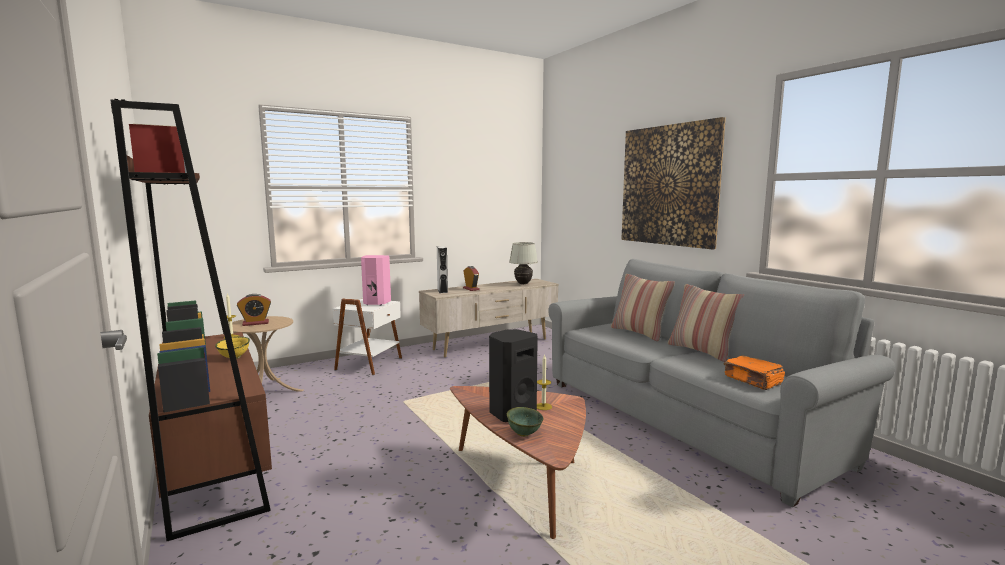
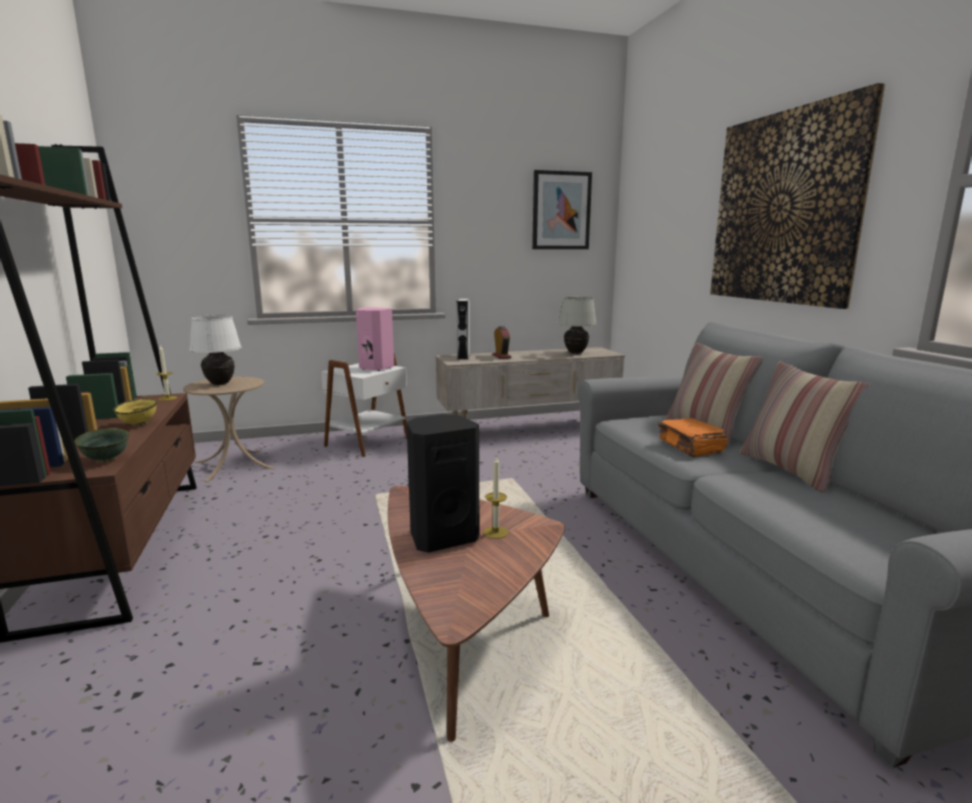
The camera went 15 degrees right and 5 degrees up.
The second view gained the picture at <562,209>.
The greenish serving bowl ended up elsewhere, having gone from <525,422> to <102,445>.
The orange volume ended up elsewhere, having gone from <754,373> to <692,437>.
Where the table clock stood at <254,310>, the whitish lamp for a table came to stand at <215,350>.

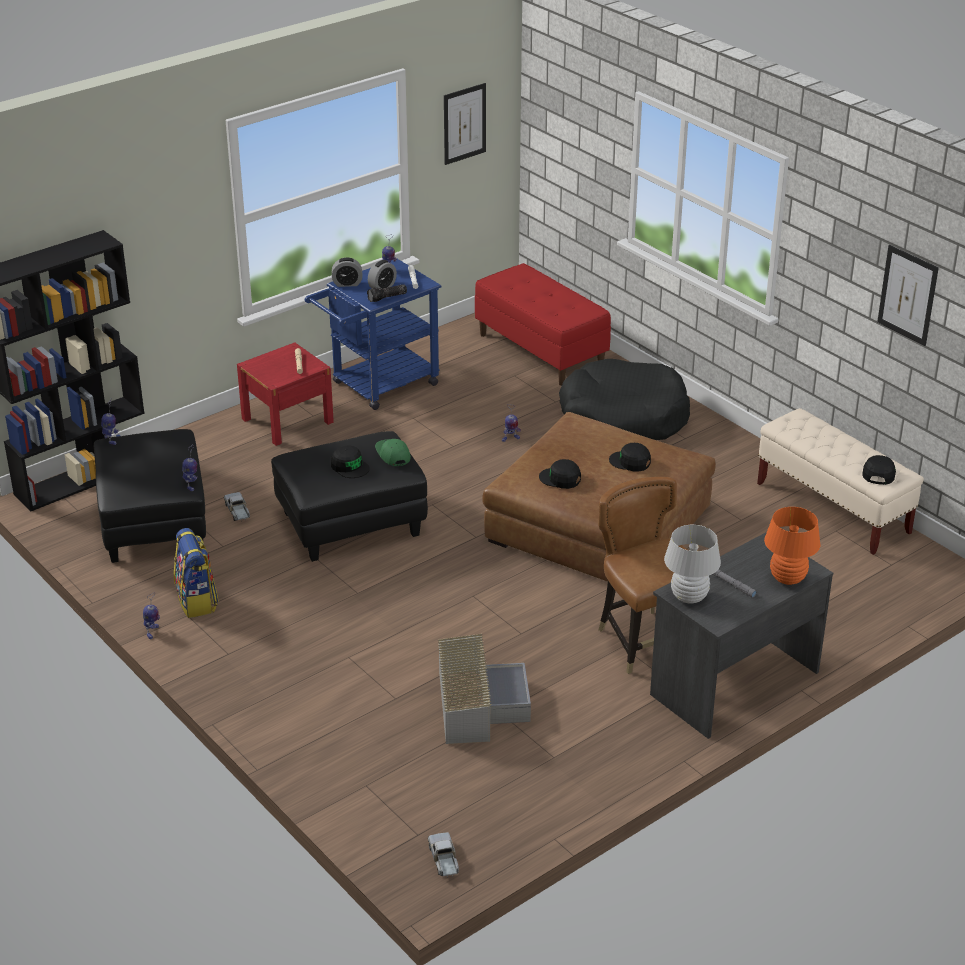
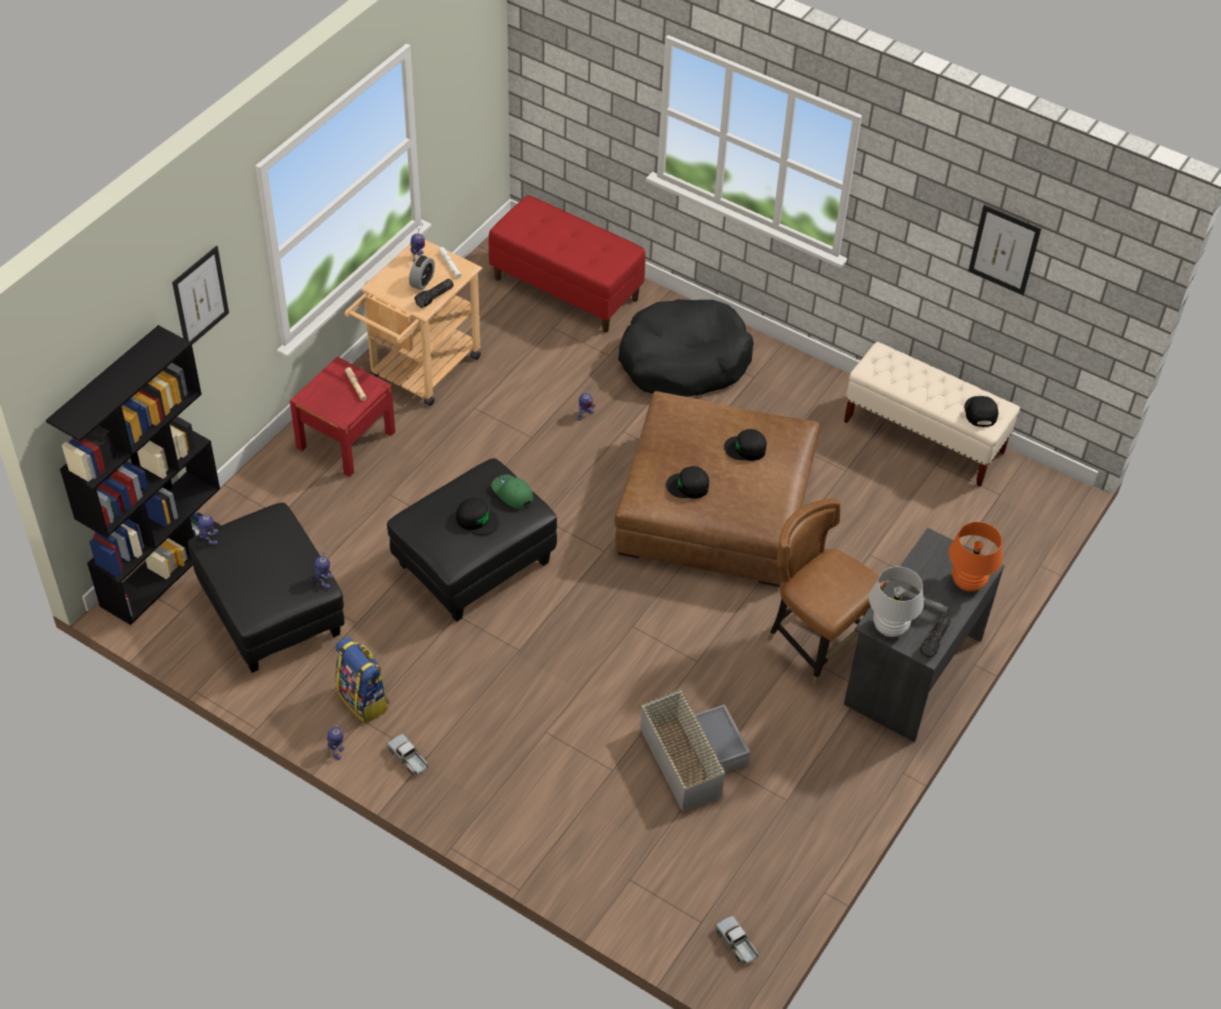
The camera went 20 degrees left and 15 degrees up.
The second view lost the table clock at <347,272>.
The second view gained the torch at <935,636>.
The toy truck ended up elsewhere, having gone from <237,506> to <407,754>.
The picture ended up elsewhere, having gone from <465,124> to <200,295>.
What was the blue-coloured trolley at <373,334> turned into the beige trolley at <413,323>.

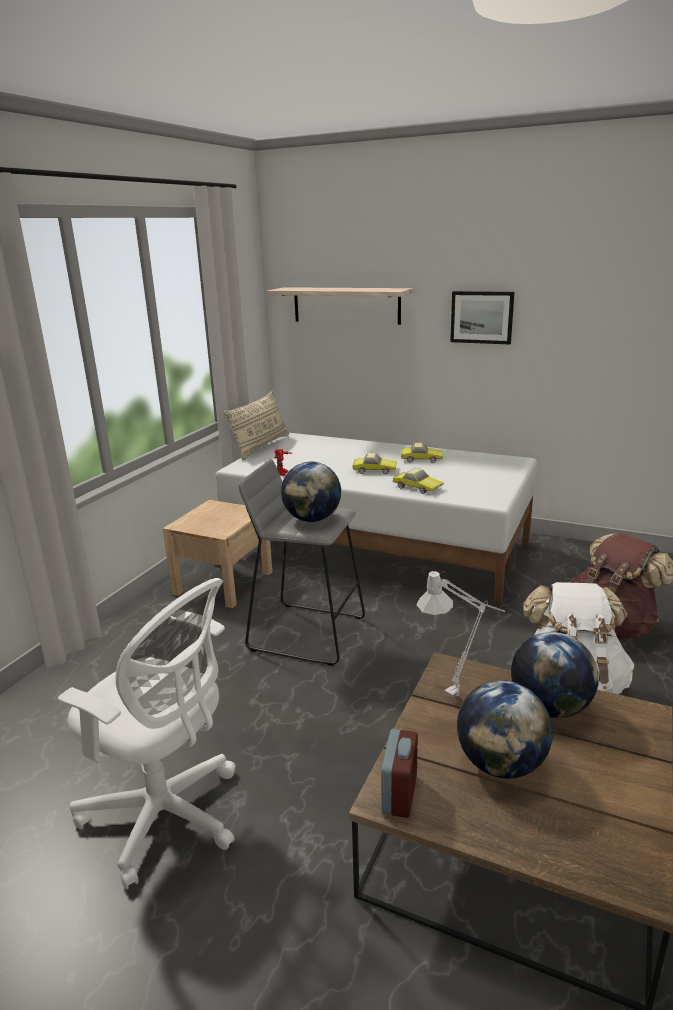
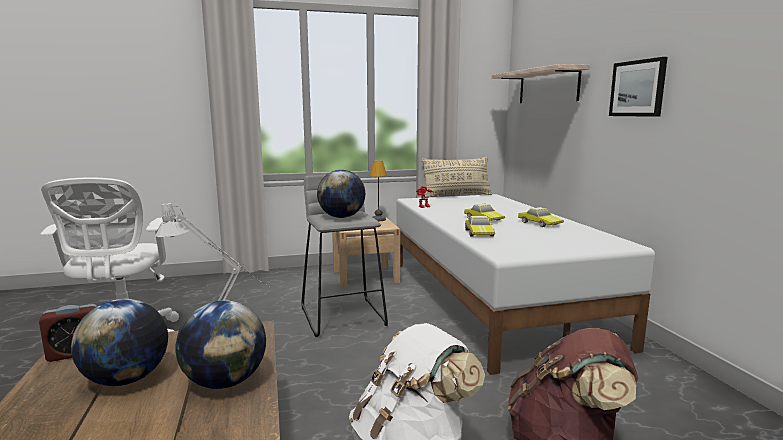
The camera went 50 degrees right and 10 degrees down.
The second view gained the lamp for a table at <378,190>.

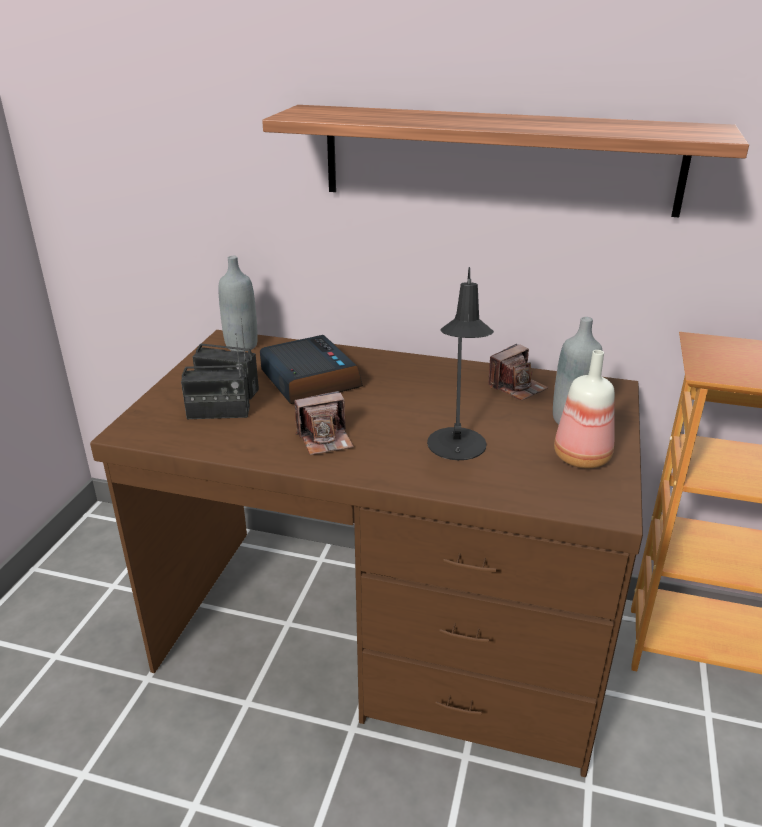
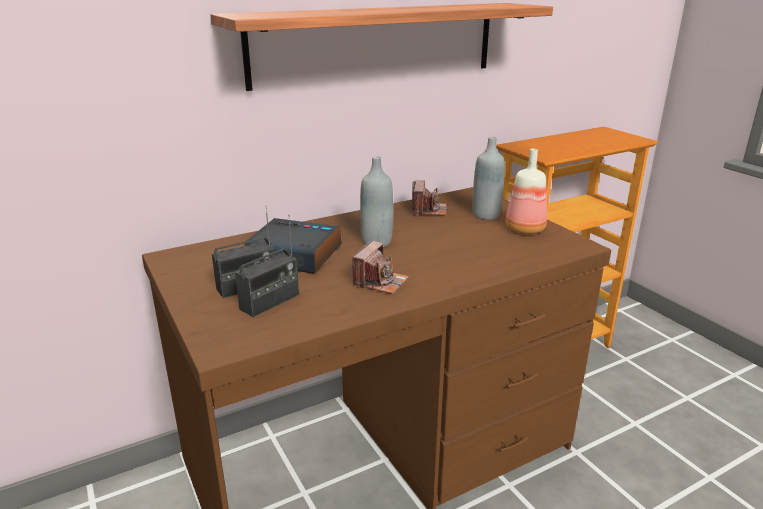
The camera went 45 degrees left and 5 degrees down.
The second view lost the blackish lamp for a table at <460,363>.
The greyish beverage bottle ended up elsewhere, having gone from <238,304> to <376,201>.

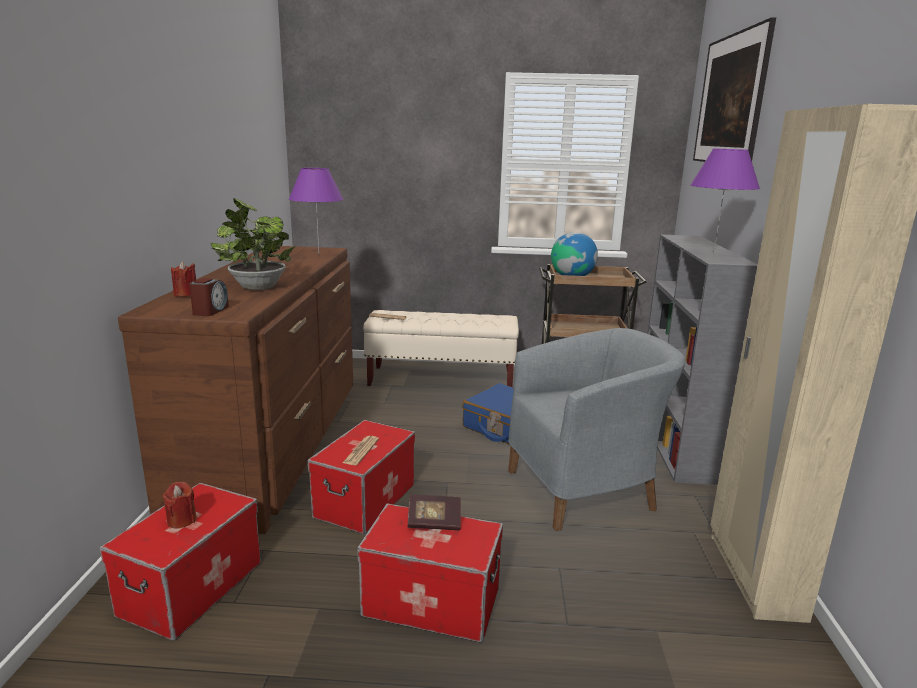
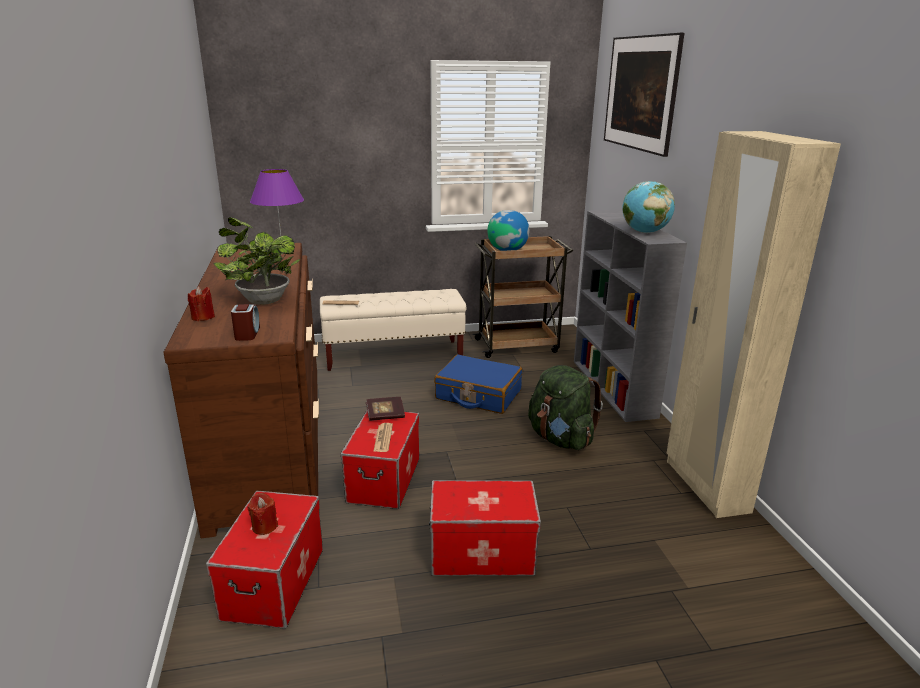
The camera went 15 degrees left and 5 degrees up.
The volume ended up elsewhere, having gone from <434,512> to <385,409>.
Where the greyish armchair stood at <596,429>, the greenish knapsack came to stand at <565,407>.
Where the purple-coloured lamp for a table stood at <725,202>, the desk globe came to stand at <648,207>.

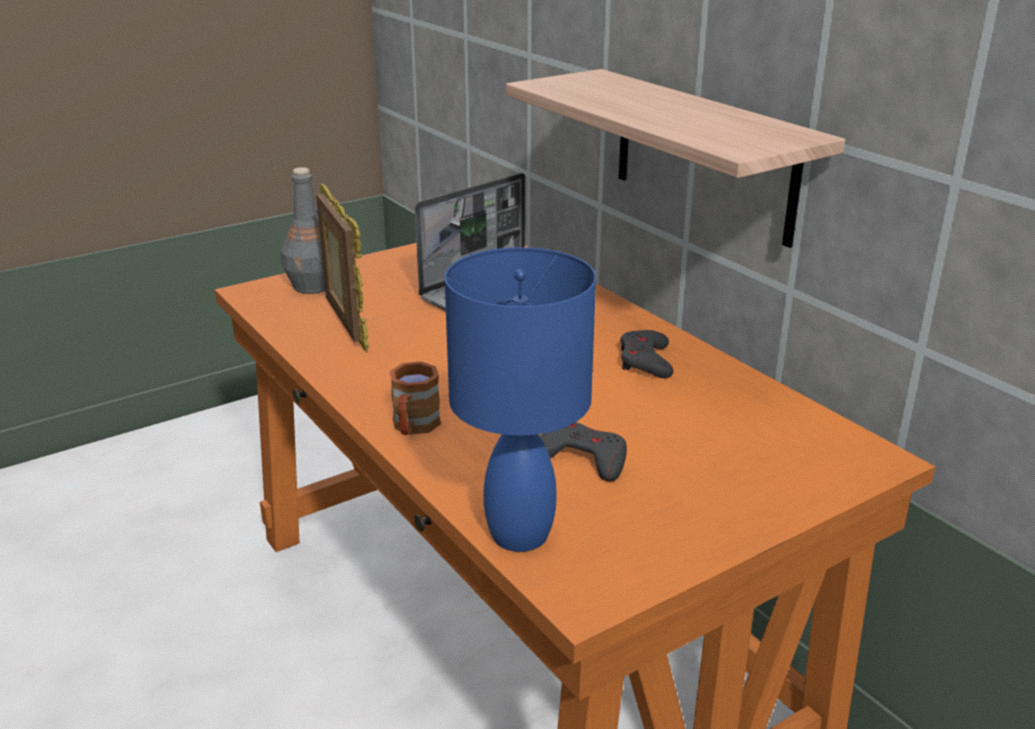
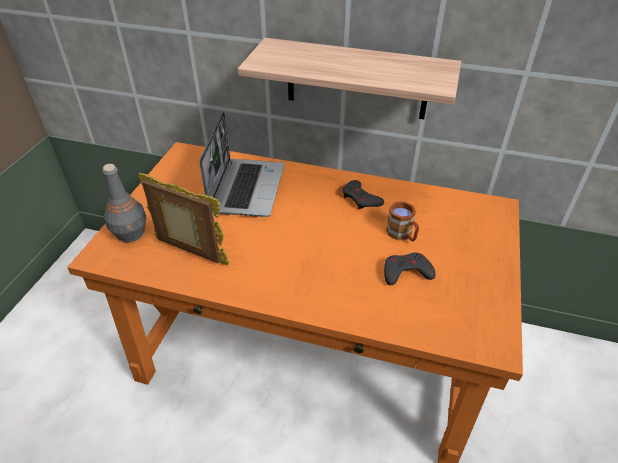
The camera went 40 degrees left and 15 degrees up.
The second view lost the blue-coloured lamp for a table at <520,399>.
The brownish coffee mug ended up elsewhere, having gone from <415,398> to <402,221>.

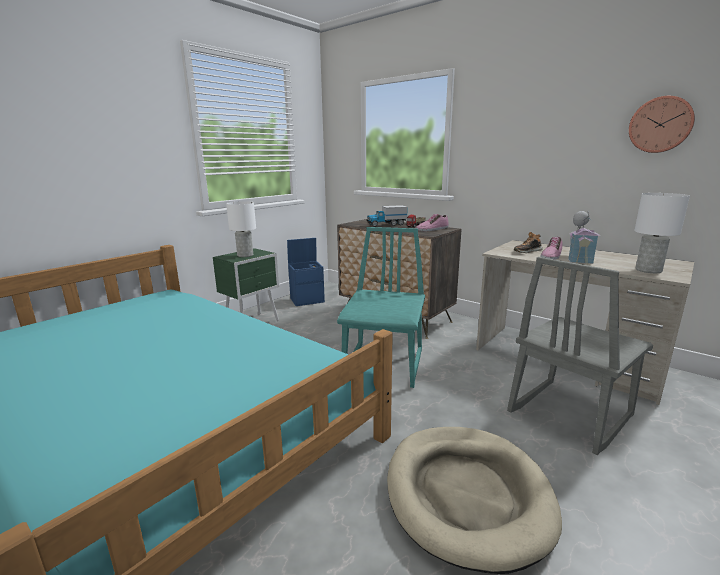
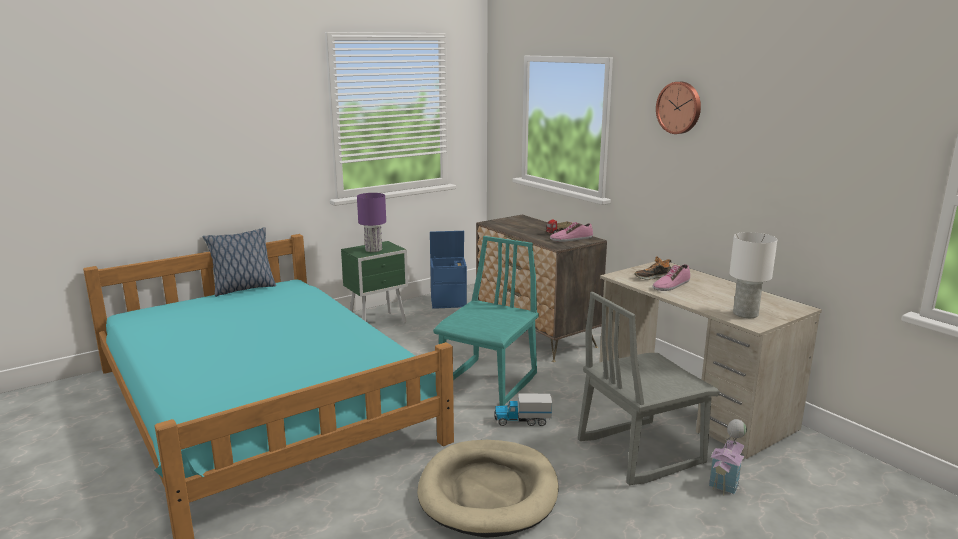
The camera went 15 degrees right and 0 degrees up.
The second view gained the pillow at <239,262>.
The toy truck ended up elsewhere, having gone from <387,216> to <523,409>.
The model house ended up elsewhere, having gone from <584,238> to <727,457>.
The hanging clock ended up elsewhere, having gone from <662,124> to <678,108>.
What was the whitish lamp for a table at <241,229> turned into the purple-coloured lamp for a table at <371,222>.

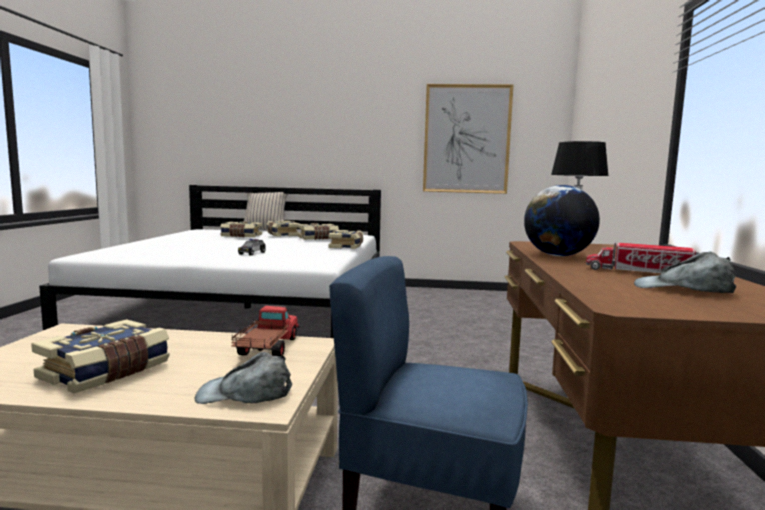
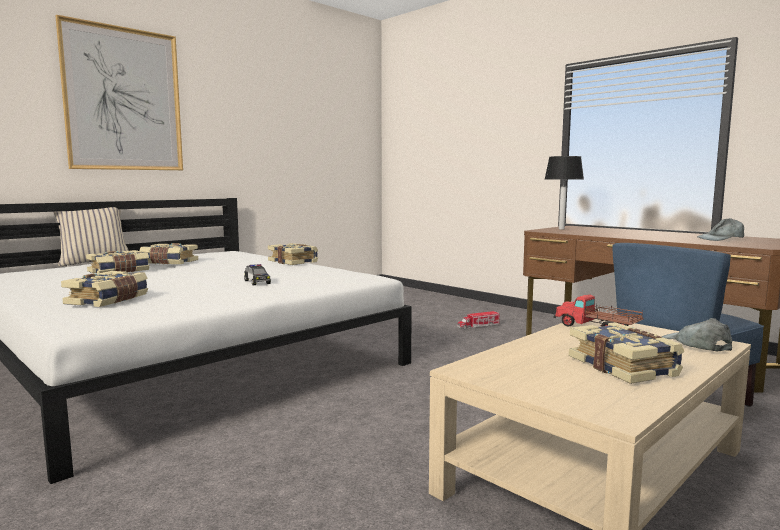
The camera went 50 degrees left and 0 degrees up.
The second view lost the desk globe at <562,220>.
The volume ended up elsewhere, having gone from <318,231> to <104,289>.
The picture ended up elsewhere, having gone from <468,139> to <119,92>.
The toy truck ended up elsewhere, having gone from <641,257> to <478,320>.
The greyish peaked cap at <243,378> ended up facing another way, 120 degrees clockwise from before.

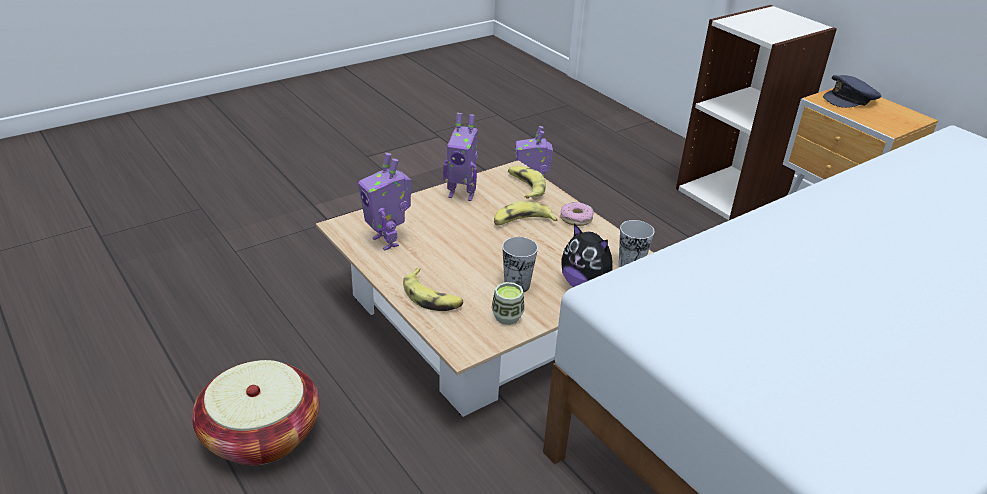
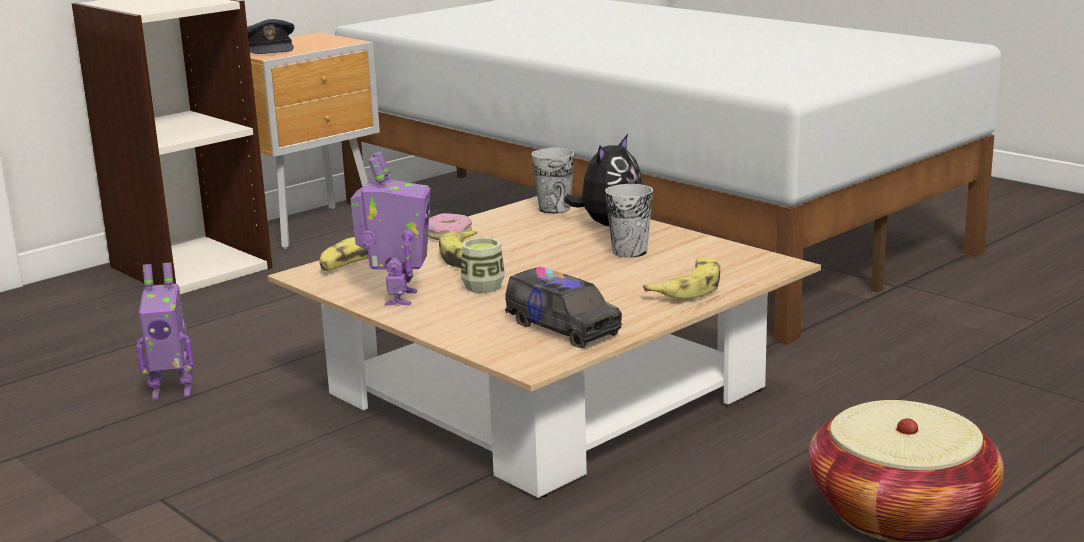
The camera went 95 degrees left and 15 degrees down.
The small cup ended up elsewhere, having gone from <508,303> to <483,265>.
Where the robot figure stood at <384,202>, the toy truck came to stand at <563,307>.

